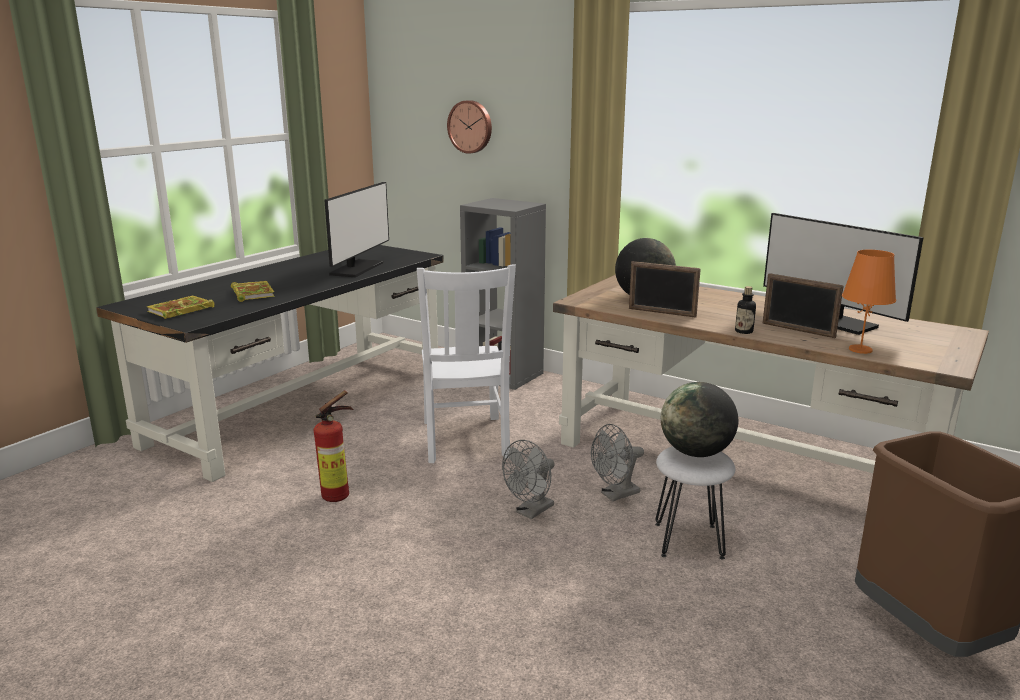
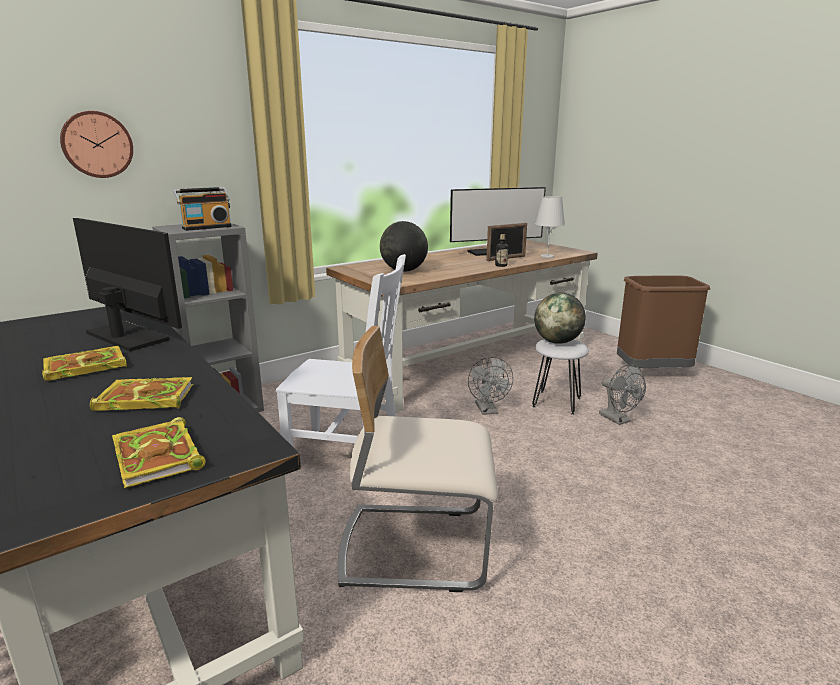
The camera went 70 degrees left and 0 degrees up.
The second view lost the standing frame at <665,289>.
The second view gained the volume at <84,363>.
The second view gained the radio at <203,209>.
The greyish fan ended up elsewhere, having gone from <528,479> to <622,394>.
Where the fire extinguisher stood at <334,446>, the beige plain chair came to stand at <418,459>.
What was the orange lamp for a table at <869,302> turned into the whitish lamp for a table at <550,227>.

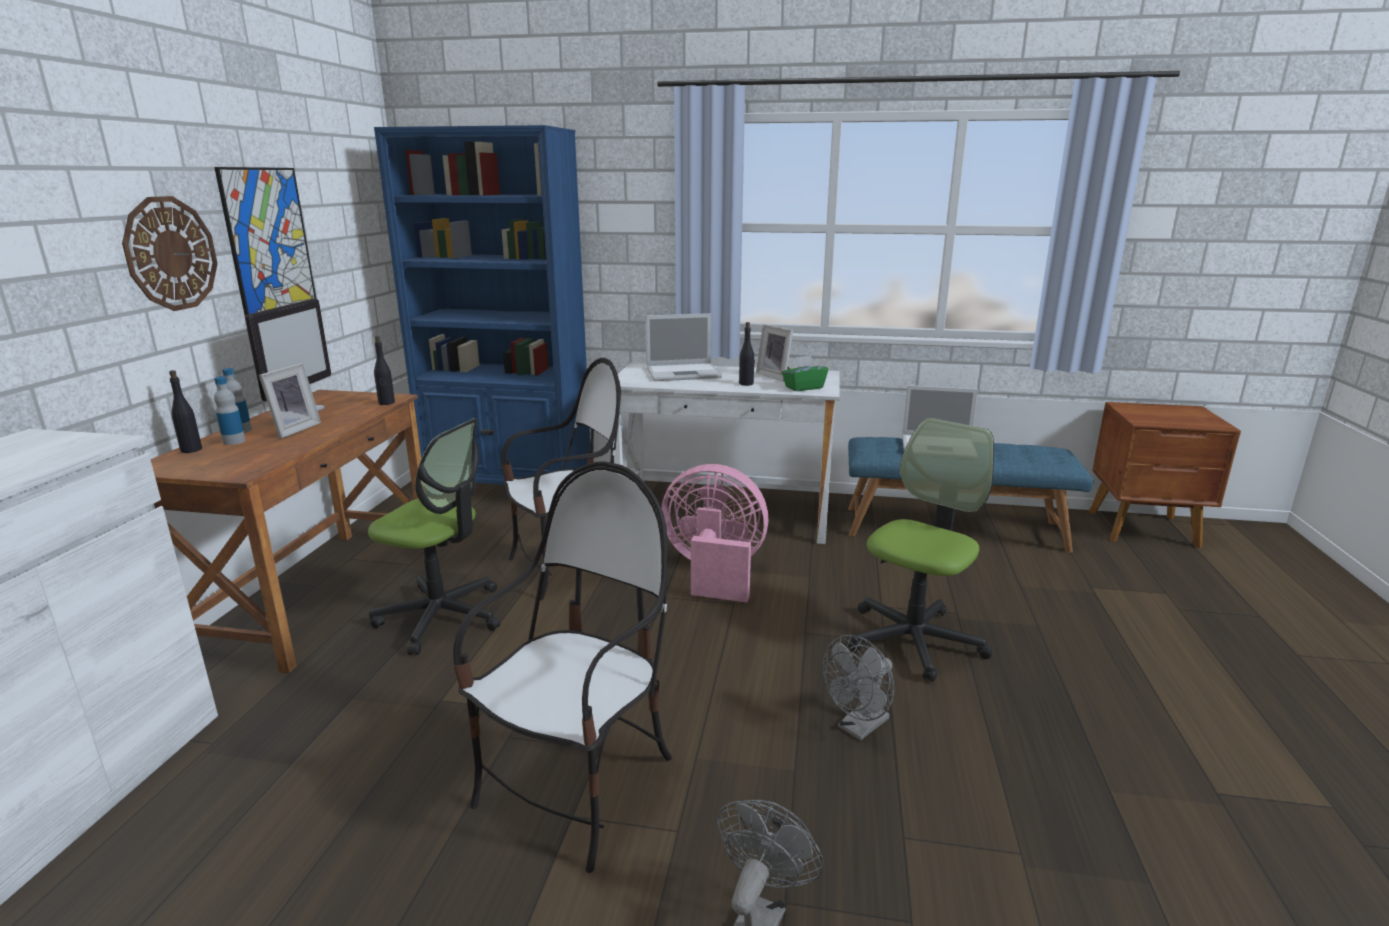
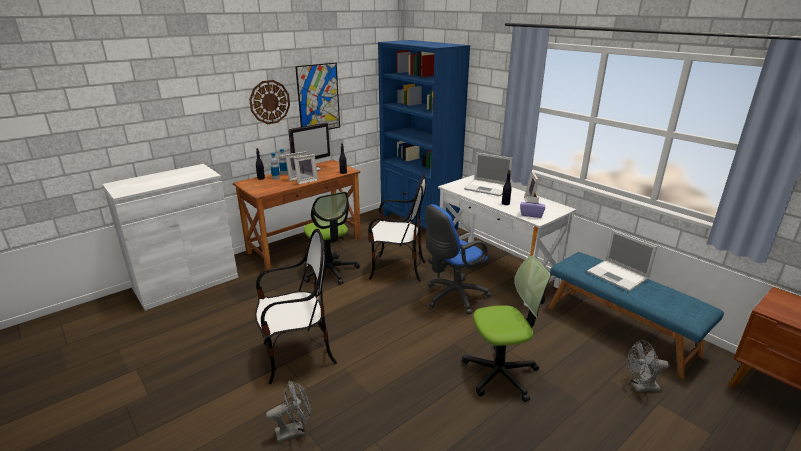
The camera went 40 degrees right and 5 degrees up.
The second view gained the standing frame at <306,169>.
The greyish fan ended up elsewhere, having gone from <858,688> to <648,366>.
Where the pinkish fan stood at <715,533>, the blue-coloured office chair came to stand at <458,259>.
What was the greenish tissue box at <805,373> turned into the purple-coloured tissue box at <532,207>.

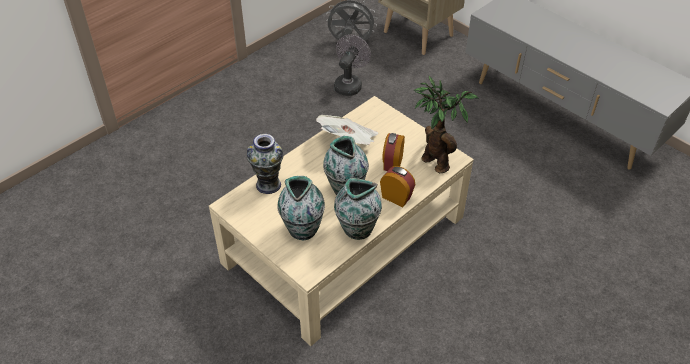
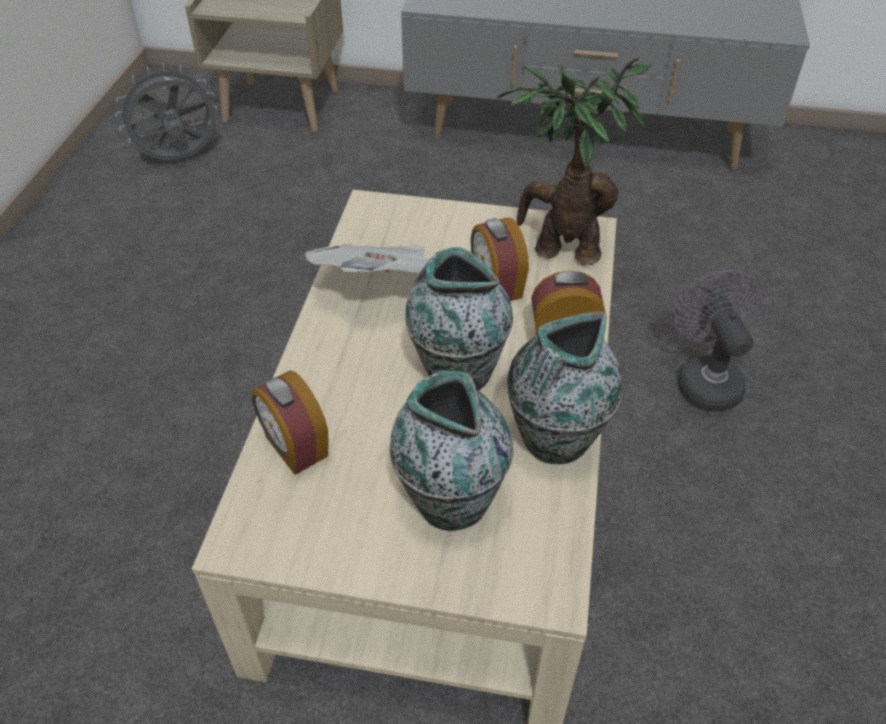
The camera went 35 degrees left and 0 degrees up.
The greyish fan ended up elsewhere, having gone from <352,65> to <716,340>.
Where the vase stood at <265,164>, the table clock came to stand at <290,422>.

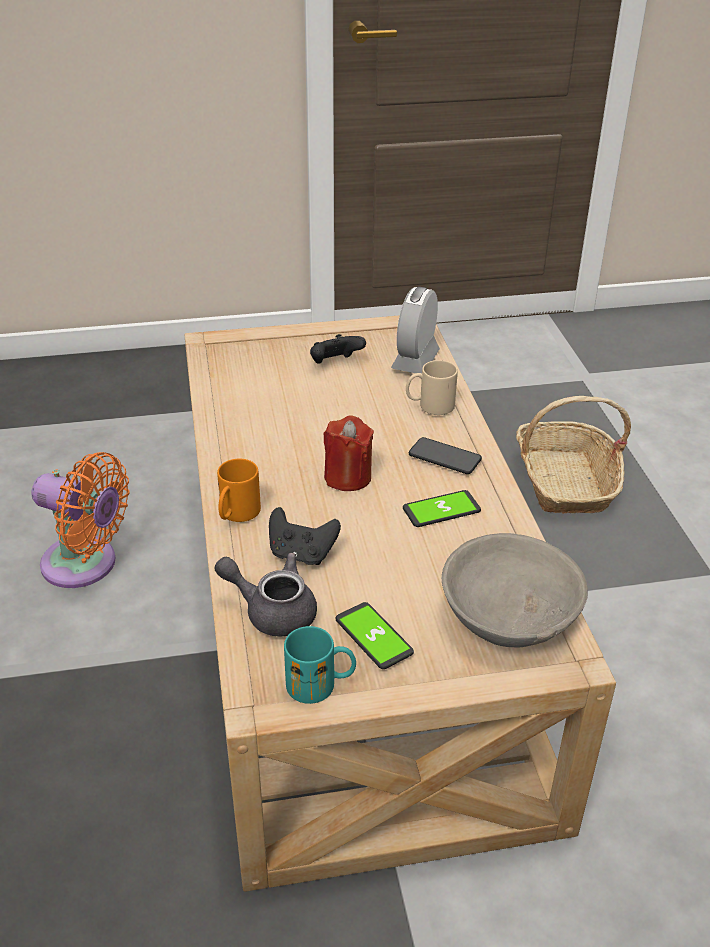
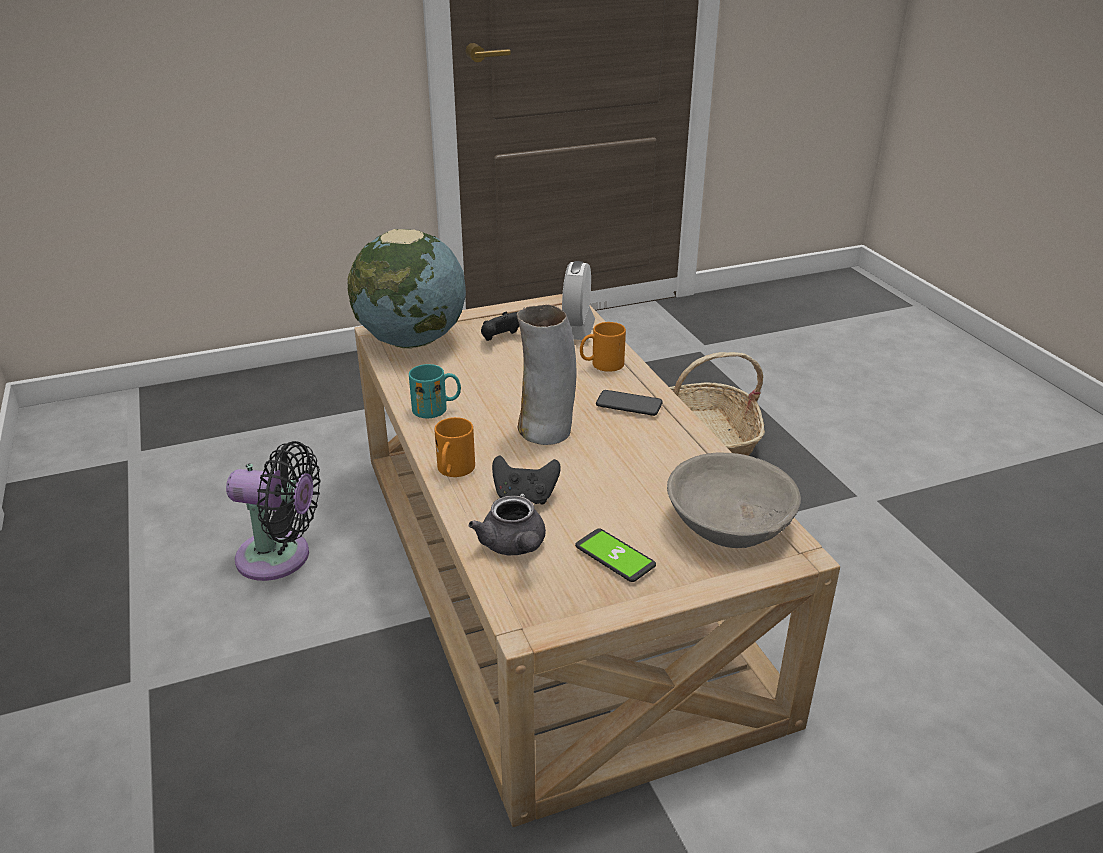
The camera went 10 degrees left and 5 degrees down.
The second view lost the phone at <442,508>.
The second view gained the desk globe at <406,289>.
The turquoise-coloured coffee mug ended up elsewhere, having gone from <320,665> to <435,391>.
Where the red-coloured candle stood at <348,453>, the vase came to stand at <547,375>.
What was the orange fan at <80,520> turned into the blackish fan at <273,511>.
What was the beige coffee mug at <432,387> turned into the orange coffee mug at <603,347>.
The greyish teapot at <266,595> ended up facing another way, 120 degrees counterclockwise from before.

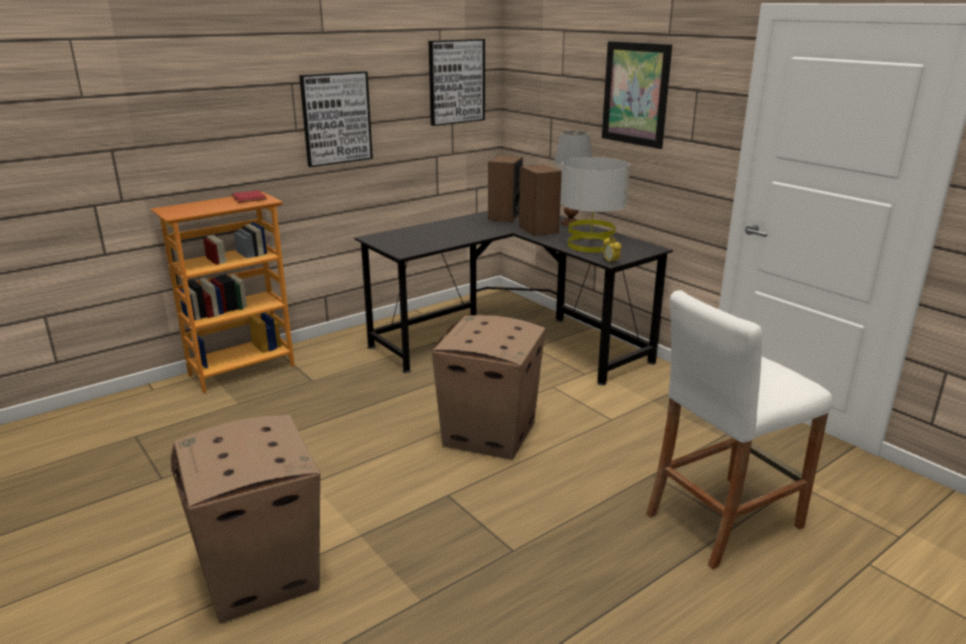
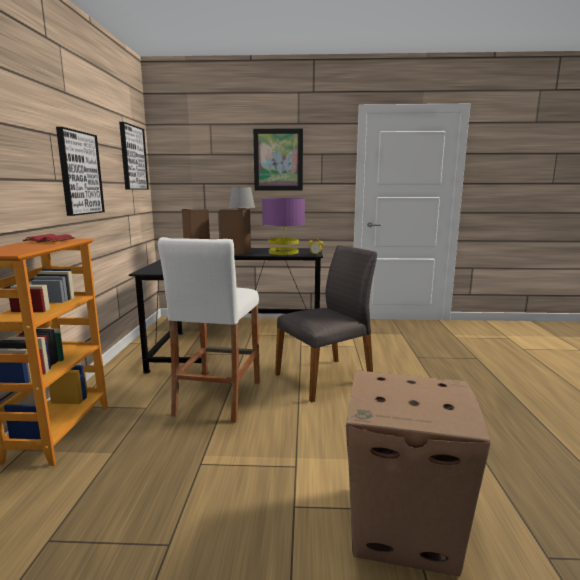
The camera went 50 degrees left and 10 degrees down.
The whitish stool seat ended up elsewhere, having gone from <739,429> to <209,330>.
Where the cardboard box stood at <488,387>, the greyish plain chair came to stand at <326,323>.
What was the greyish lamp for a table at <595,205> turned into the purple-coloured lamp for a table at <283,226>.

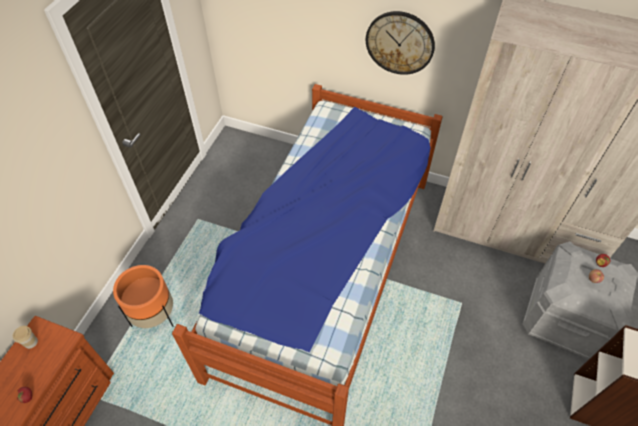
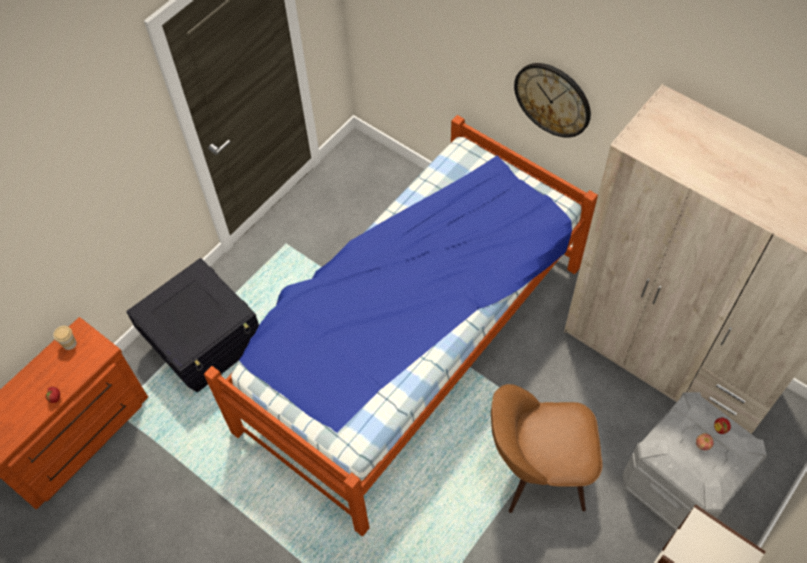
The camera went 20 degrees right and 5 degrees up.
The second view gained the brownish plain chair at <546,448>.
Where the orange planter stood at <143,296>, the blackish storage box came to stand at <192,325>.

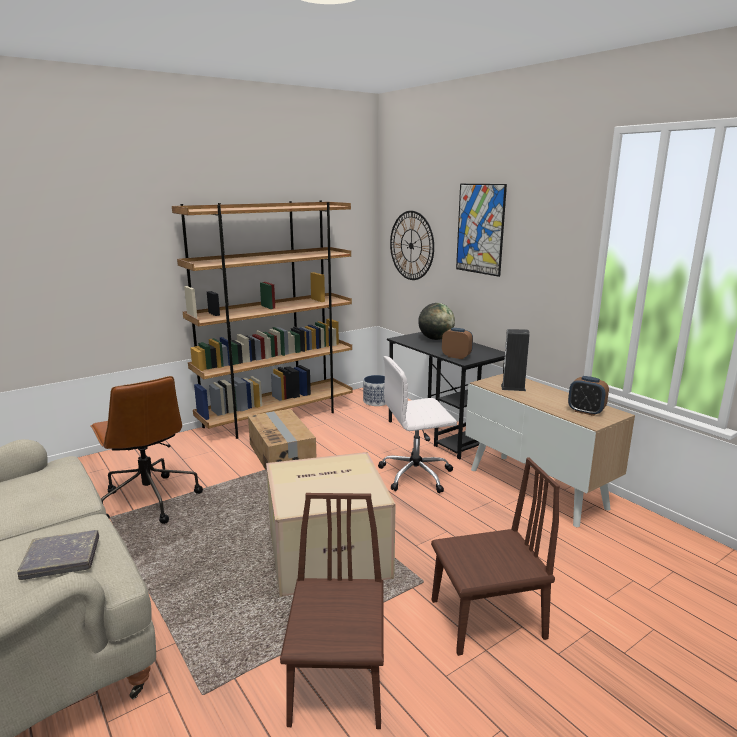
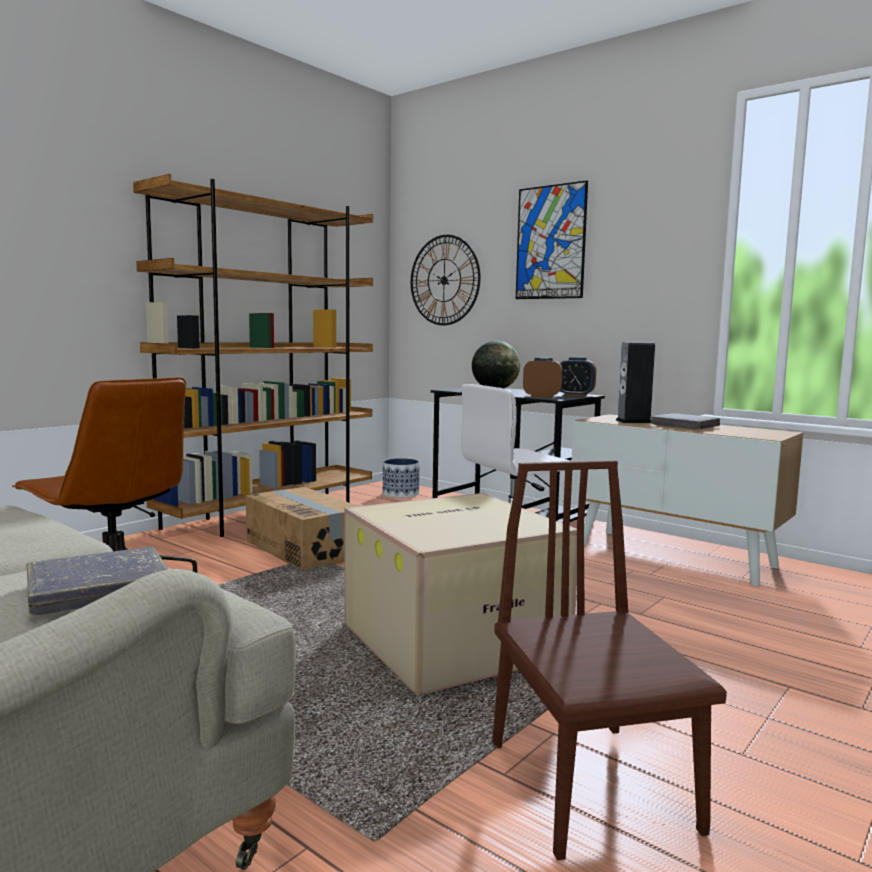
The camera went 15 degrees left and 10 degrees down.
The second view lost the brownish plain chair at <495,556>.
The second view gained the greyish volume at <685,421>.
The table clock ended up elsewhere, having gone from <588,396> to <578,376>.

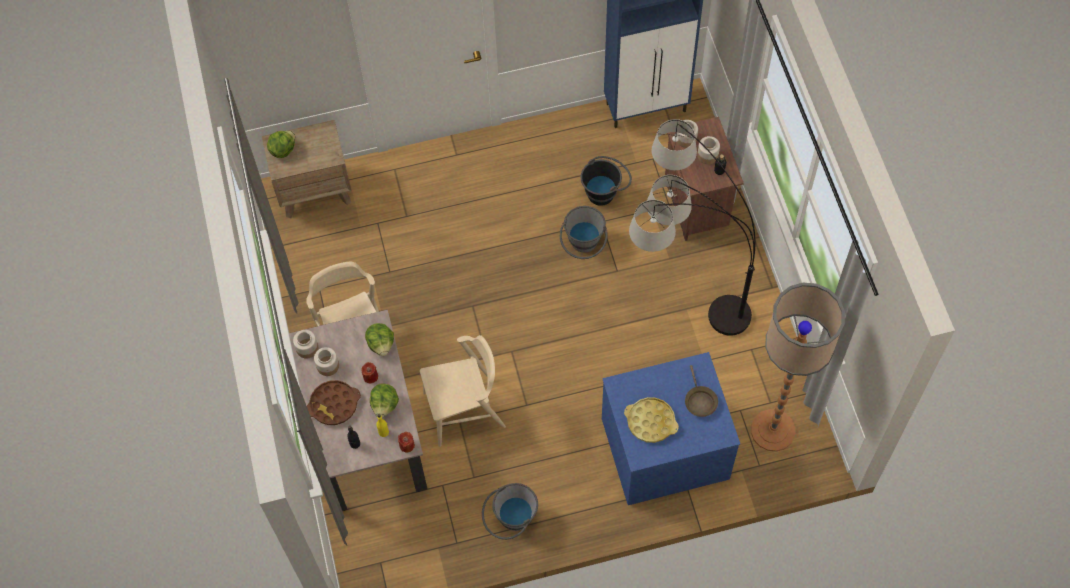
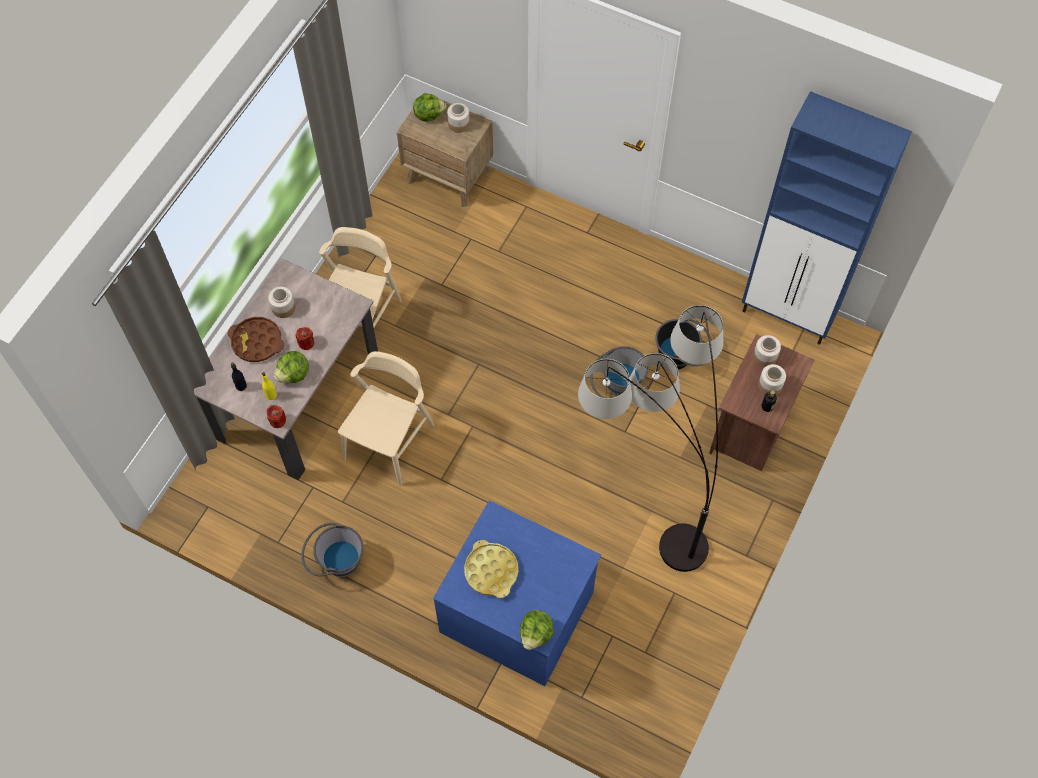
The camera went 40 degrees right and 0 degrees up.
The second view lost the brownish pan at <701,391>.
The second view lost the standard lamp at <798,367>.
The preserve jar ended up elsewhere, having gone from <305,344> to <458,118>.
The lettuce head ended up elsewhere, having gone from <379,339> to <537,630>.
The beige plain chair at <463,391> ended up facing another way, 90 degrees counterclockwise from before.

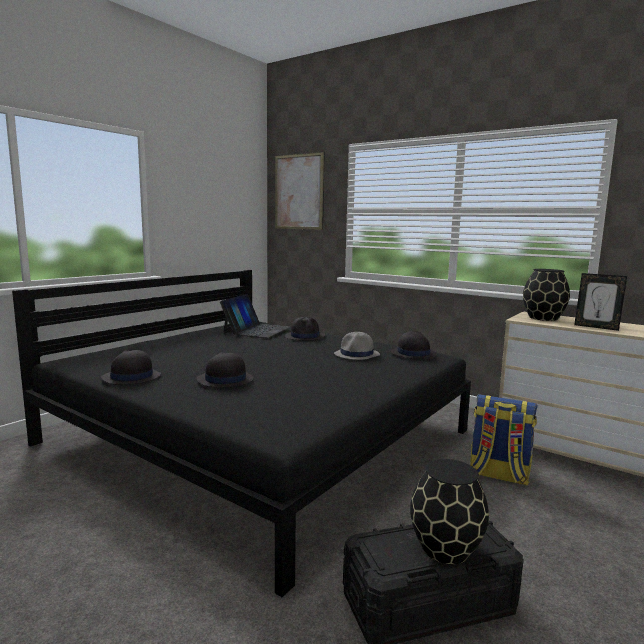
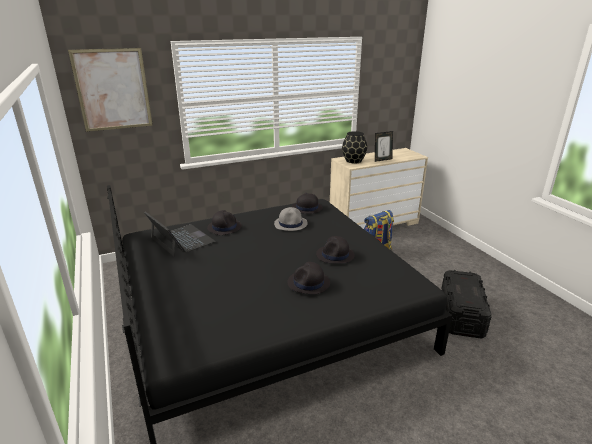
The camera went 60 degrees left and 15 degrees up.
The second view lost the blackish vase at <449,512>.
The blackish hat ended up elsewhere, having gone from <131,367> to <335,249>.

